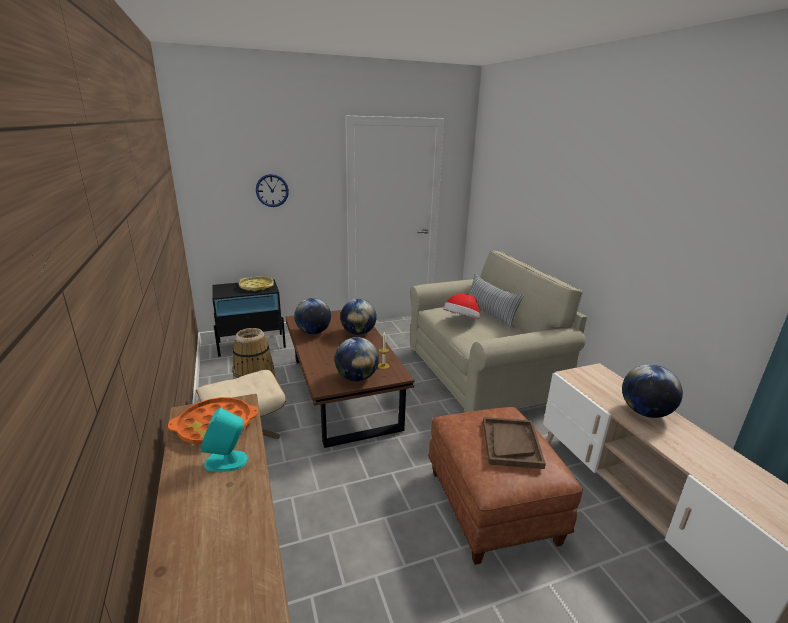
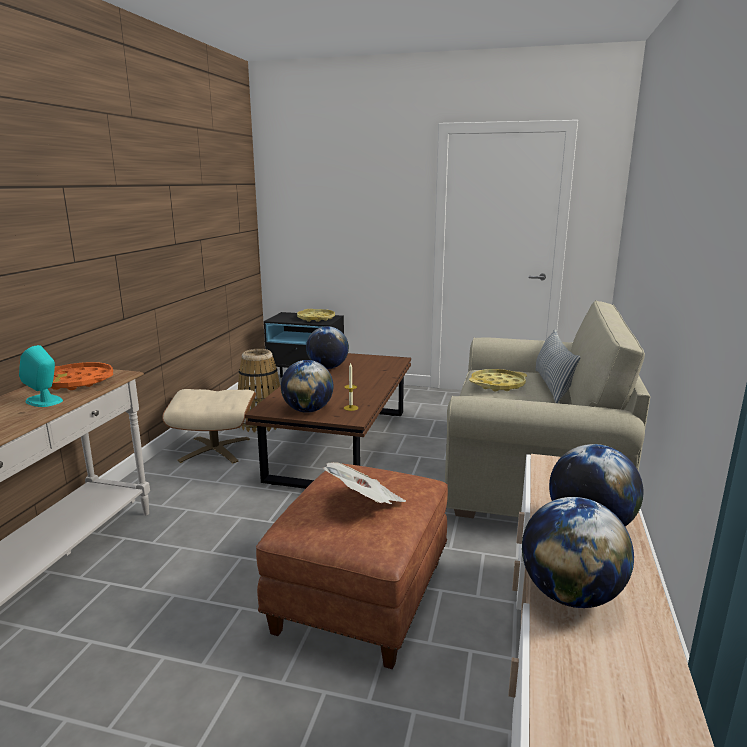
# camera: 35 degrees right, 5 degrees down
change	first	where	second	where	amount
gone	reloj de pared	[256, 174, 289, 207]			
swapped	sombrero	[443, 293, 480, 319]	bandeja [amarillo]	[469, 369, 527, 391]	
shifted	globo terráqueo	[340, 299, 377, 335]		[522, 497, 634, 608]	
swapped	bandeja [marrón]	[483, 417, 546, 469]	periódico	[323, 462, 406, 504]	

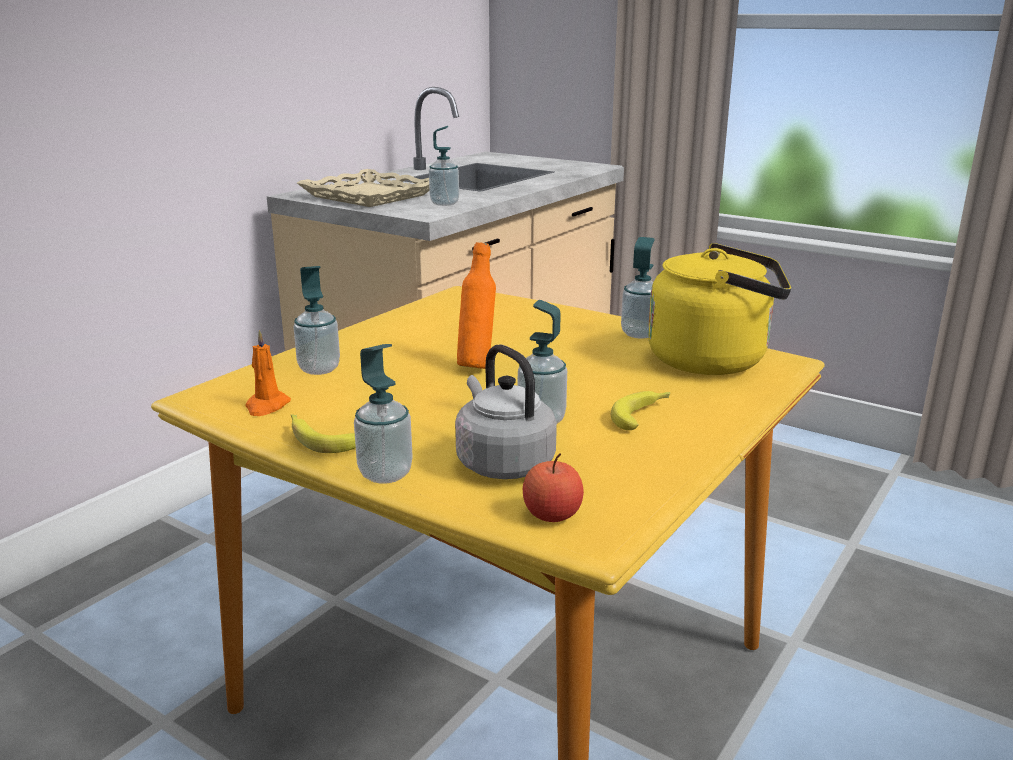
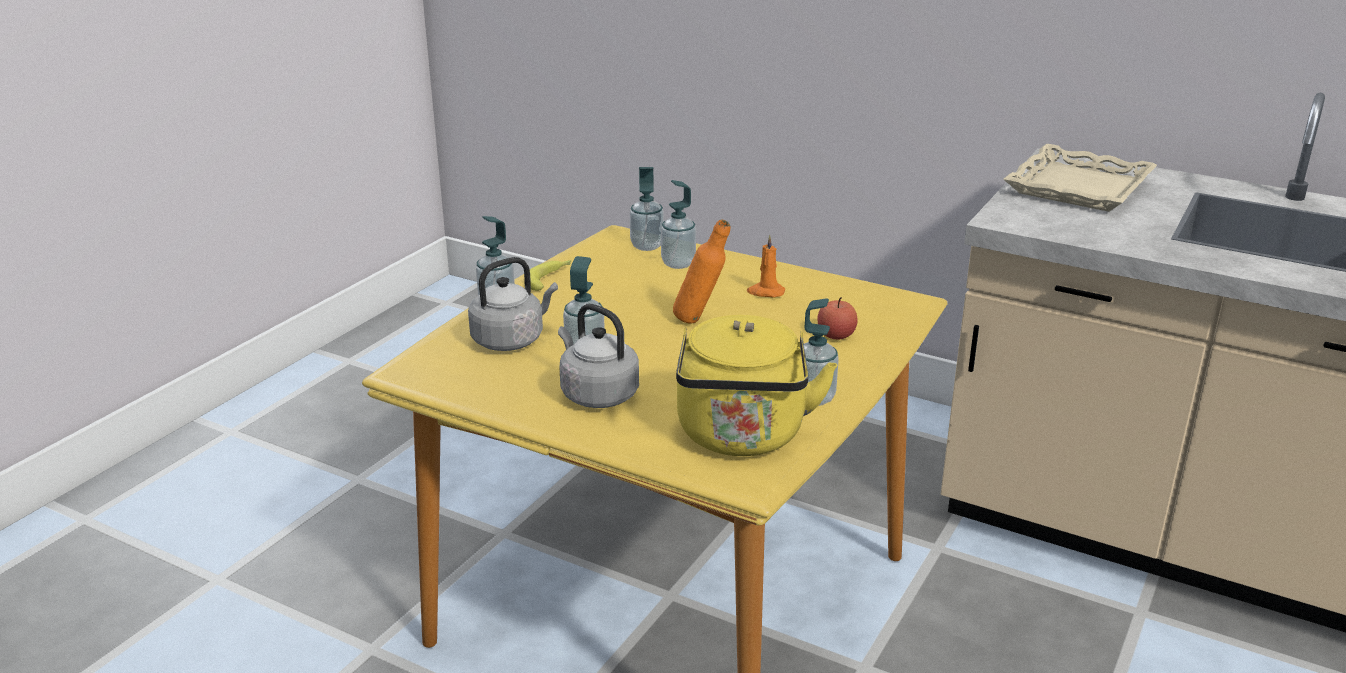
# camera: 85 degrees right, 5 degrees up
change	first	where	second	where	amount
shifted	dispensador de jabón	[429, 126, 459, 206]		[630, 167, 664, 251]	
shifted	vela [naranja]	[245, 330, 291, 416]		[747, 235, 785, 298]	
swapped	plátano	[611, 391, 670, 430]	hervidor [gris]	[558, 304, 639, 408]	
shifted	manzana	[523, 453, 584, 522]		[817, 297, 858, 340]	

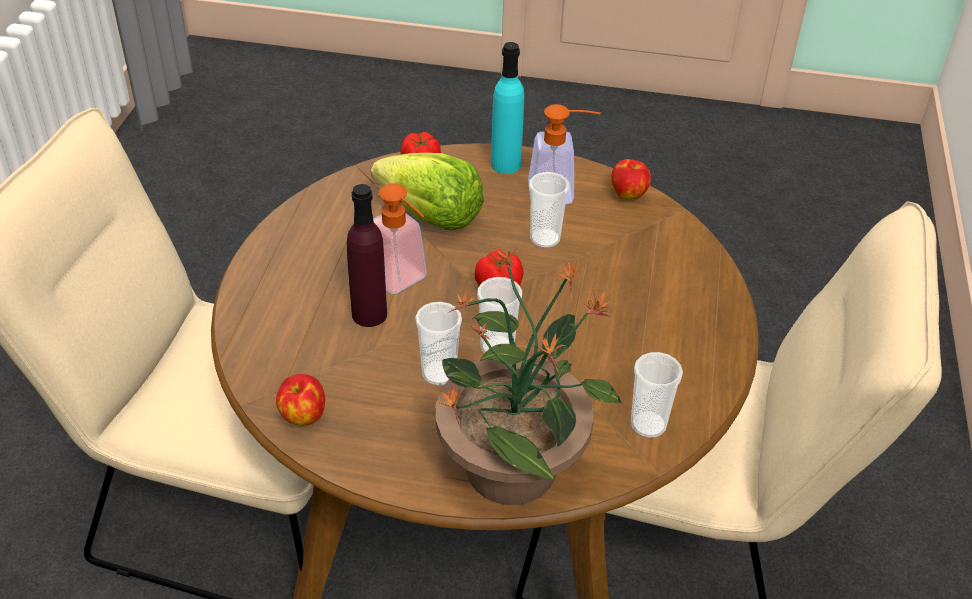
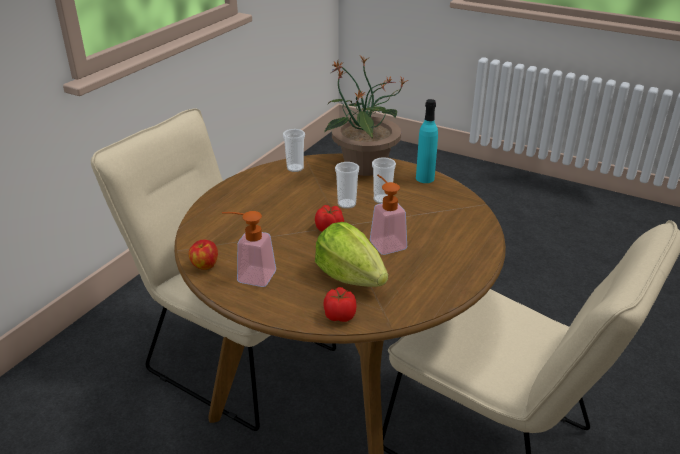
# camera: 160 degrees left, 10 degrees down
change	first	where	second	where	amount
shifted	botella [turquesa]	[491, 42, 524, 174]		[416, 99, 438, 183]	
gone	taza	[529, 172, 569, 248]			
gone	botella [morado]	[347, 184, 387, 327]			
gone	manzana	[276, 374, 325, 426]			

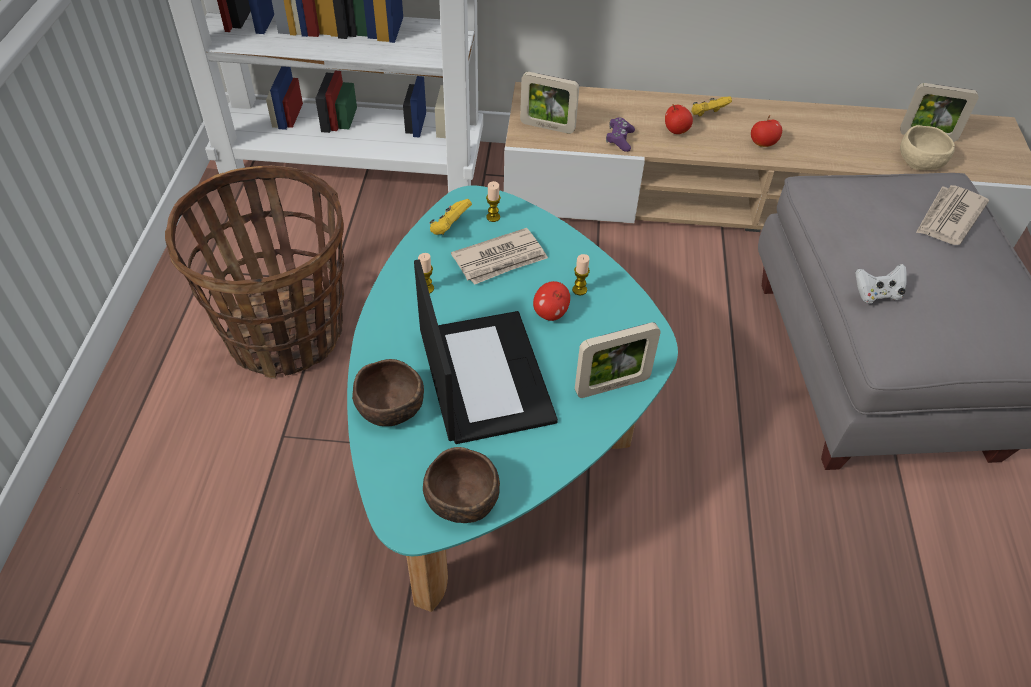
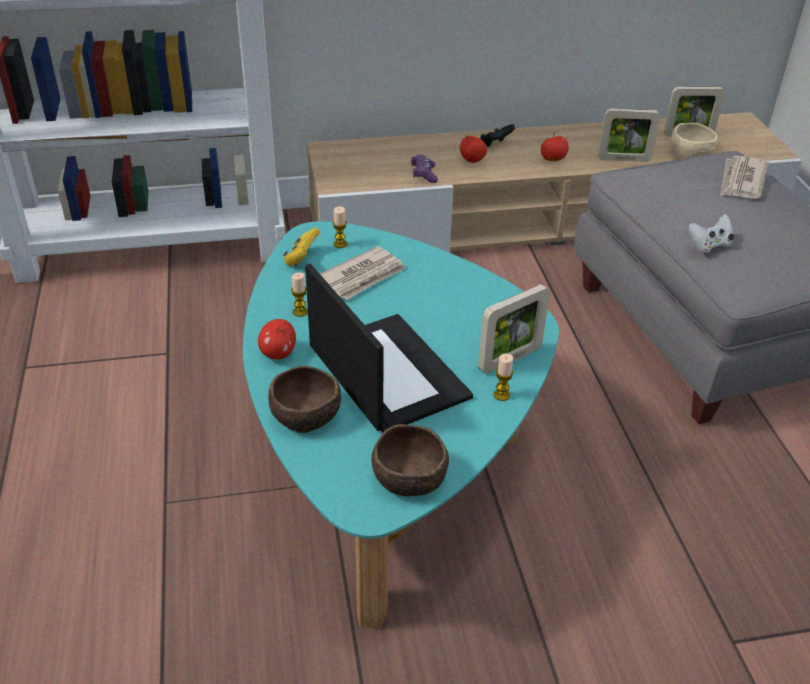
# camera: 15 degrees left, 10 degrees down
change	first	where	second	where	amount
shifted	portarretratos	[520, 72, 579, 134]		[598, 108, 660, 162]	
repainted	mando de consola [amarillo]	[691, 96, 732, 117]	mando de consola [negro]	[480, 124, 515, 147]	
gone	cesta	[165, 166, 344, 379]			
shifted	vela	[572, 254, 590, 295]		[494, 353, 513, 401]	
shifted	manzana	[533, 281, 570, 321]		[258, 319, 296, 360]	

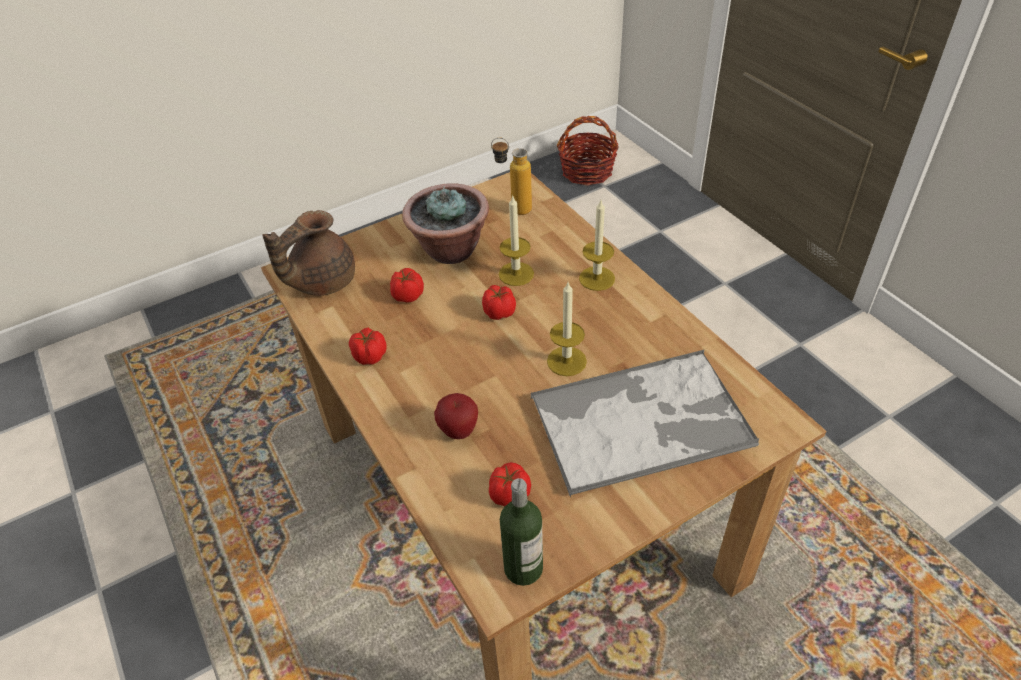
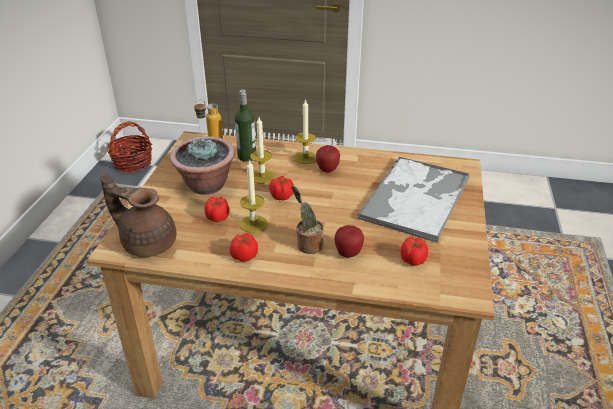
# camera: 50 degrees left, 10 degrees down
change	first	where	second	where	amount
rotated	tetera [marrón]	[262, 210, 355, 296]		[100, 174, 176, 257]	120 degrees clockwise
shifted	vela	[547, 282, 587, 376]		[240, 159, 268, 233]	
shifted	botella	[500, 478, 543, 586]		[235, 90, 256, 162]	
new			manzana	[316, 145, 340, 173]	
new			planta en maceta	[292, 186, 324, 254]	

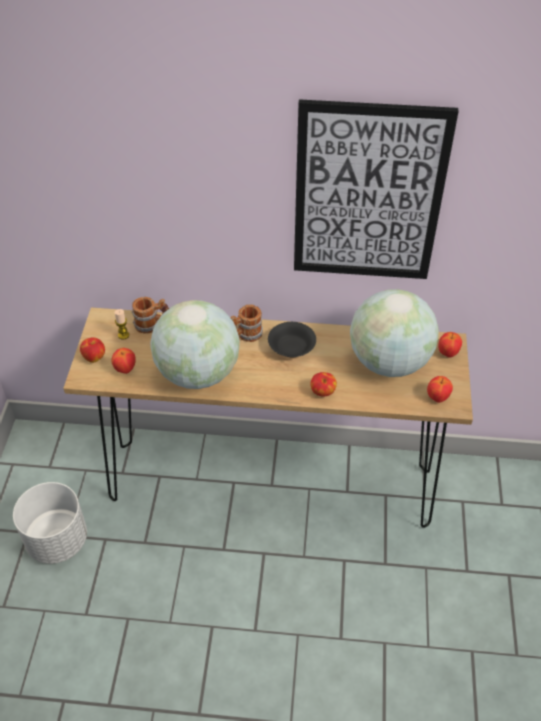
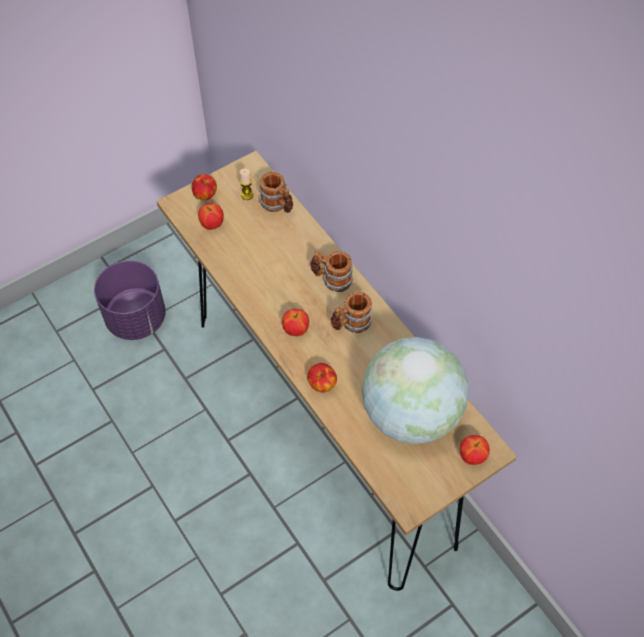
# camera: 50 degrees right, 10 degrees up
change	first	where	second	where	amount
gone	cuadro	[294, 99, 459, 279]			
gone	globo terráqueo	[150, 300, 240, 389]			
swapped	cuenco [negro]	[268, 322, 316, 357]	taza grande	[331, 291, 372, 333]	
shifted	manzana	[427, 376, 453, 403]		[282, 309, 309, 336]	
repainted	maceta [blanco]	[13, 482, 87, 564]	maceta [morado]	[94, 260, 166, 340]	

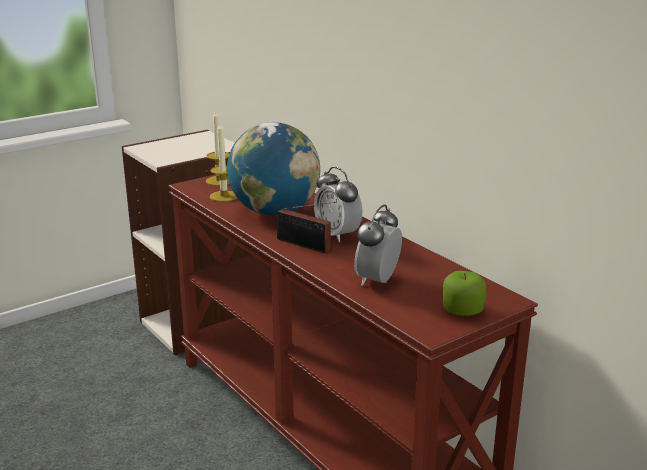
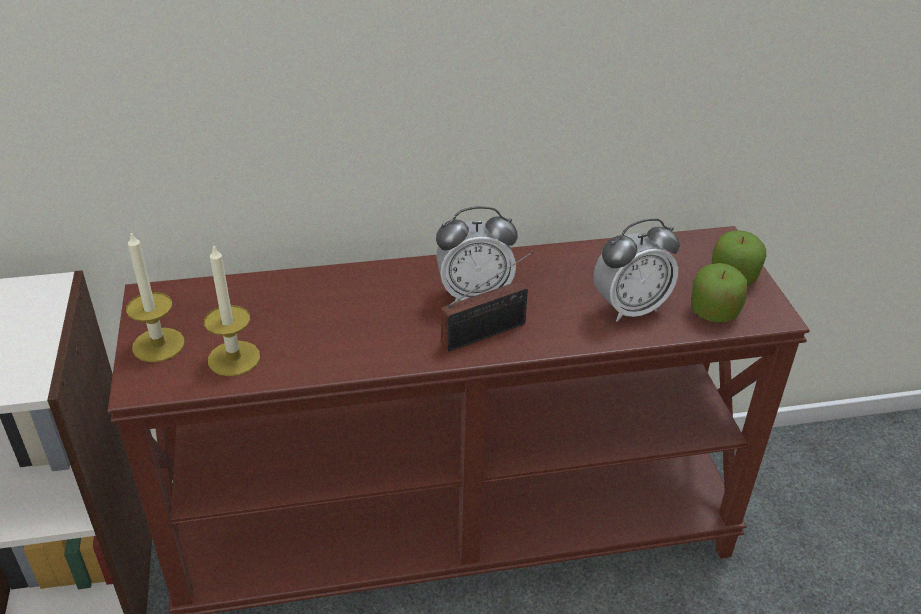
# camera: 65 degrees left, 15 degrees up
change	first	where	second	where	amount
gone	globo terráqueo	[227, 122, 320, 216]			
rotated	despertador	[354, 204, 402, 286]		[593, 218, 680, 322]	75 degrees counterclockwise
new			manzana	[691, 263, 748, 322]	

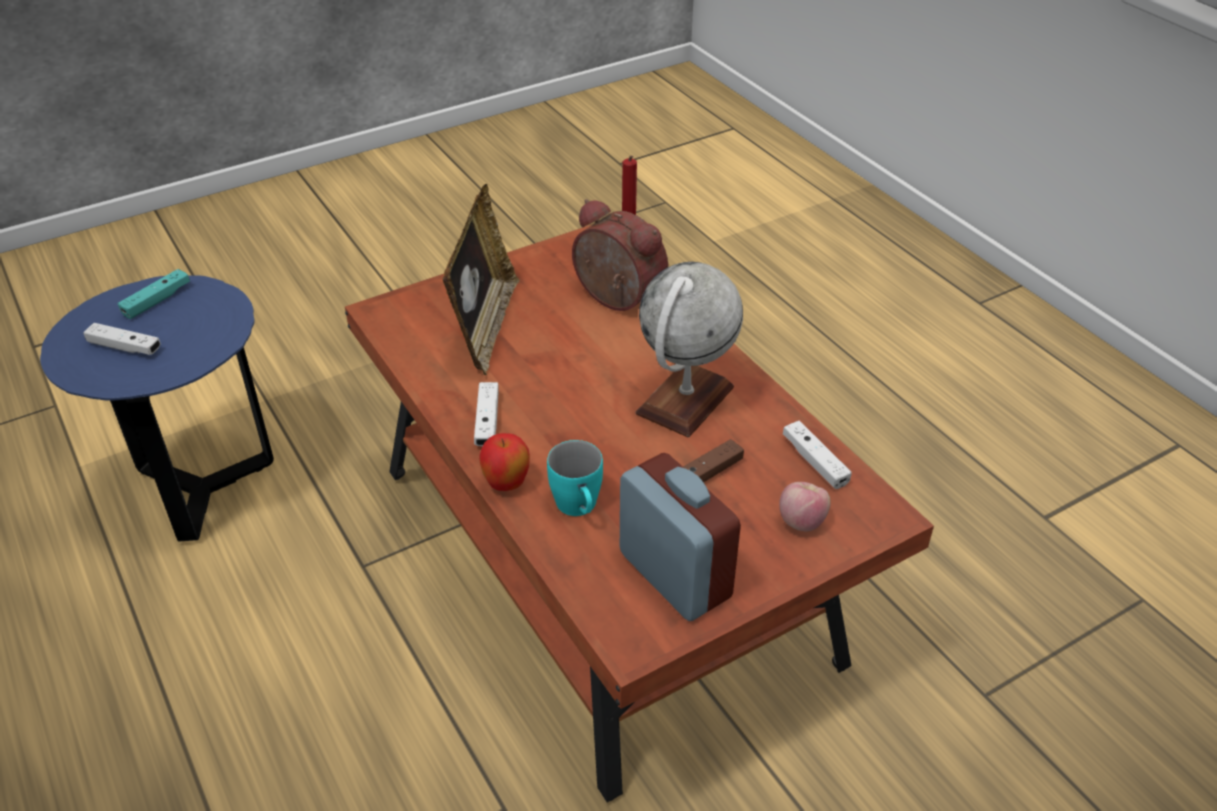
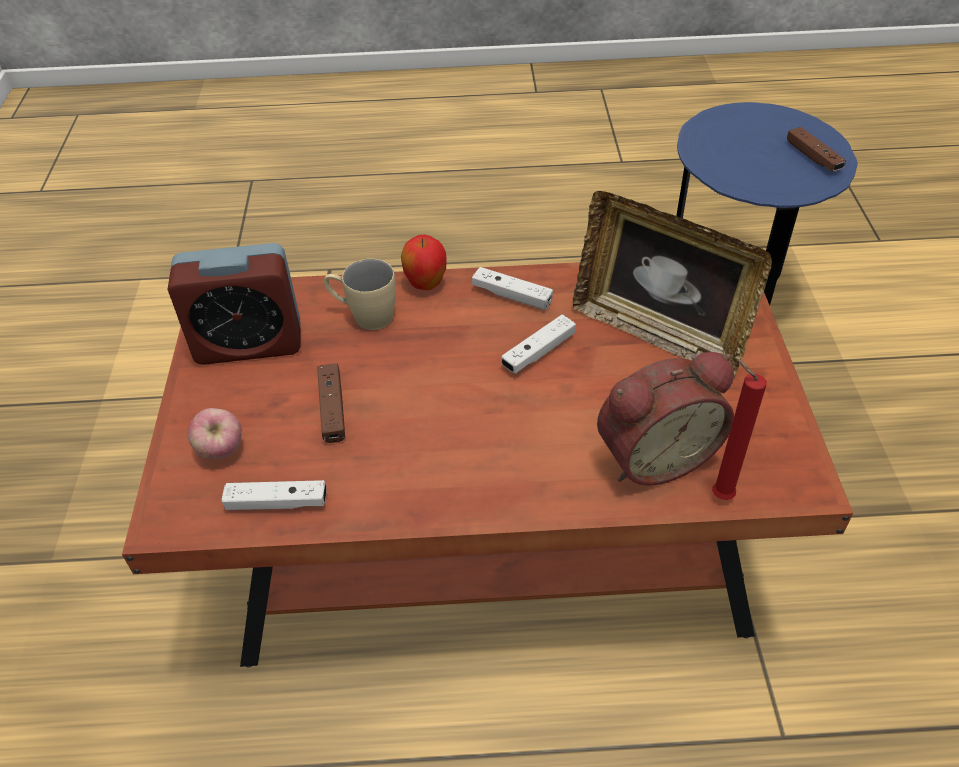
# camera: 120 degrees right, 5 degrees up
change	first	where	second	where	amount
gone	globo terráqueo	[636, 262, 743, 437]			
repainted	mando de consola [turquesa]	[118, 269, 190, 319]	mando de consola [marrón]	[787, 127, 846, 172]	
shifted	mando de consola [blanco]	[83, 323, 161, 355]		[501, 315, 576, 373]	
repainted	taza grande [turquesa]	[547, 440, 603, 516]	taza grande [beis]	[324, 259, 396, 330]	

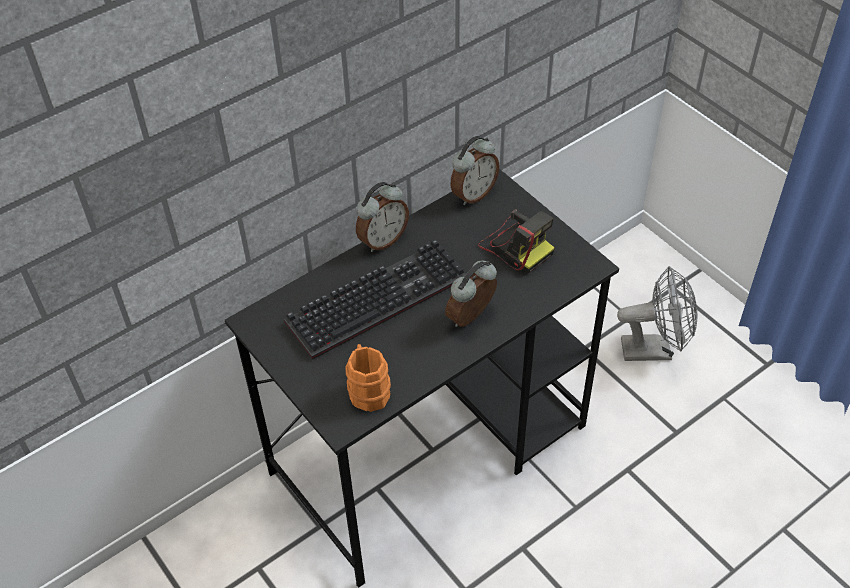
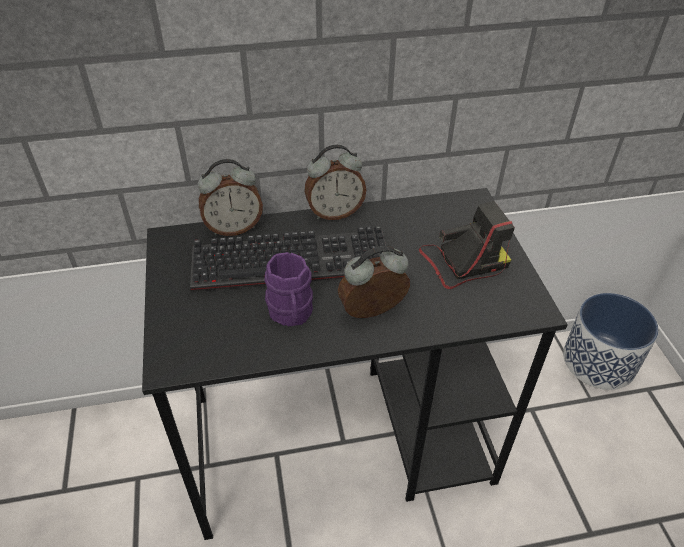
# camera: 25 degrees right, 5 degrees down
change	first	where	second	where	amount
shifted	despertador	[450, 136, 499, 206]		[198, 159, 263, 236]	
rotated	cámara	[478, 209, 555, 274]		[419, 201, 515, 289]	90 degrees counterclockwise
gone	ventilador [gris]	[617, 266, 697, 361]			
gone	taza grande [naranja]	[345, 344, 391, 412]			
new			taza grande [morado]	[264, 252, 313, 327]	
new			maceta	[563, 293, 659, 390]	

